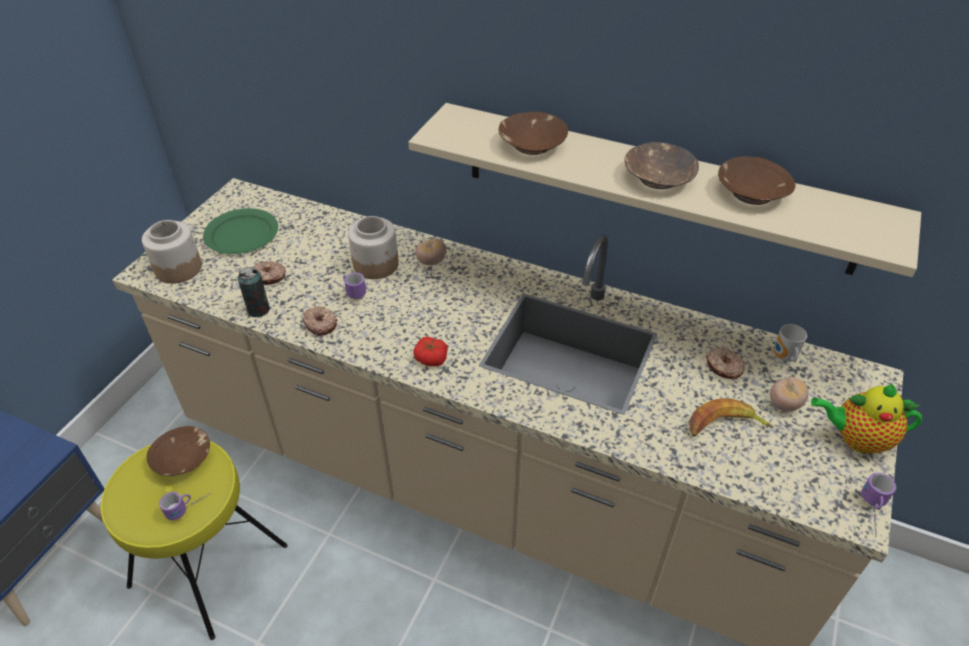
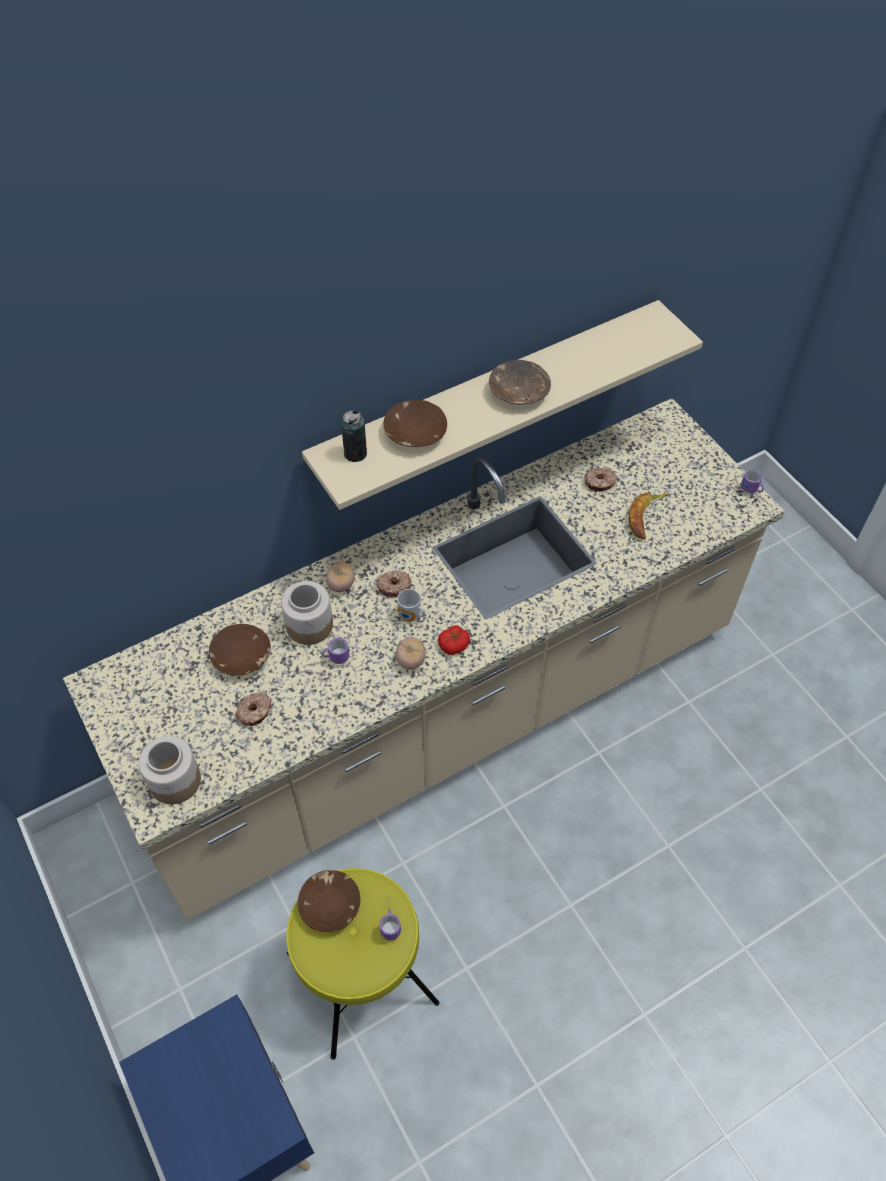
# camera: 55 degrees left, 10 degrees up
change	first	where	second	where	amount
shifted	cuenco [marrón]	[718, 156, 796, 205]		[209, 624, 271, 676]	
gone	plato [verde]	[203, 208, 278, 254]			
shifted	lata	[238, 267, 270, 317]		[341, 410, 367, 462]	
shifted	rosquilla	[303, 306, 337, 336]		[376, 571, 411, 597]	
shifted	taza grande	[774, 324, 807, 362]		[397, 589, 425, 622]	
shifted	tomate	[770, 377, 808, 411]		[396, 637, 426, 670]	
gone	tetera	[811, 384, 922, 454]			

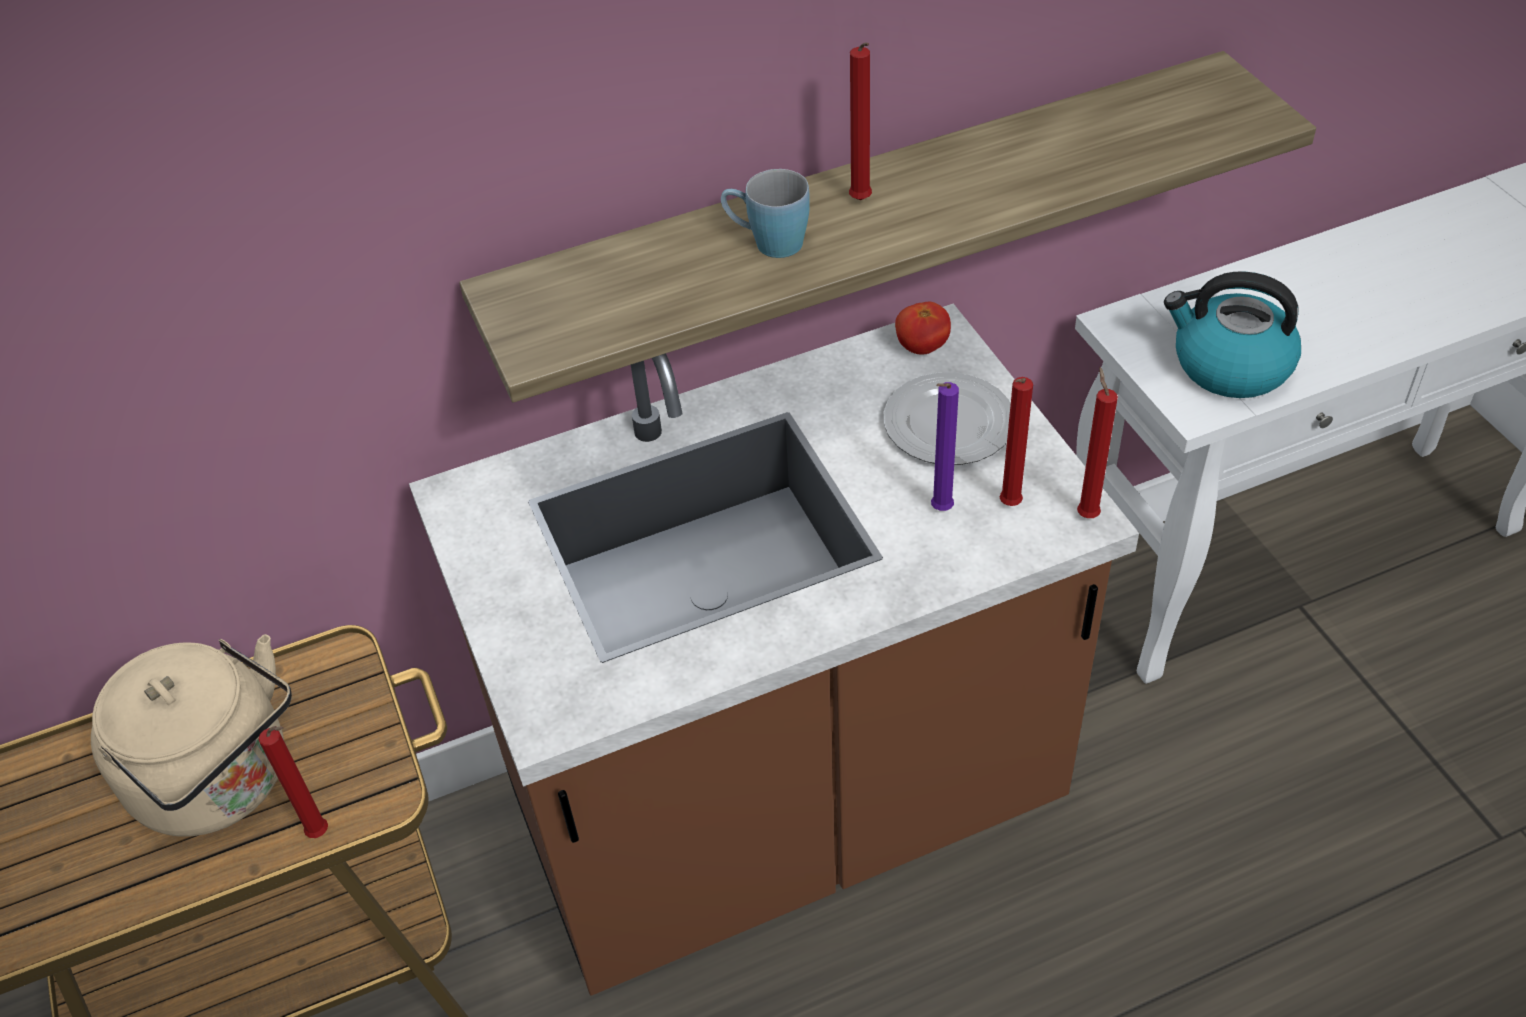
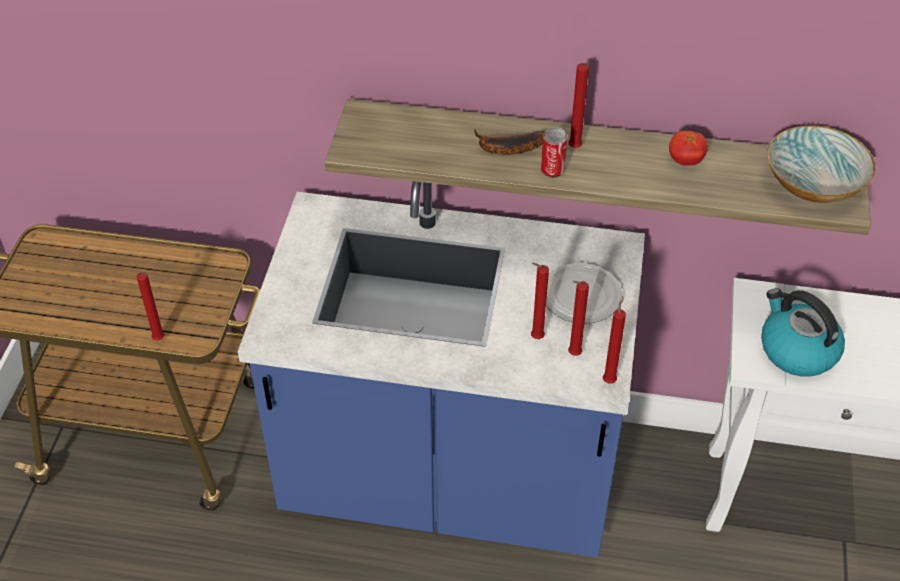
# camera: 30 degrees right, 0 degrees up
change	first	where	second	where	amount
swapped	taza grande [azul]	[721, 169, 810, 258]	plátano	[474, 129, 546, 155]	
shifted	tomate	[895, 302, 951, 355]		[669, 131, 708, 166]	
repainted	mueble bajo de cocina [marrón]	[409, 304, 1139, 996]	mueble bajo de cocina [azul]	[238, 181, 645, 557]	
repainted	vela [morado]	[931, 382, 959, 511]	vela [rojo]	[531, 263, 549, 339]	
gone	hervidor [beis]	[91, 634, 292, 837]			
new			cuenco	[767, 125, 875, 203]	
new			lata	[541, 127, 568, 178]	

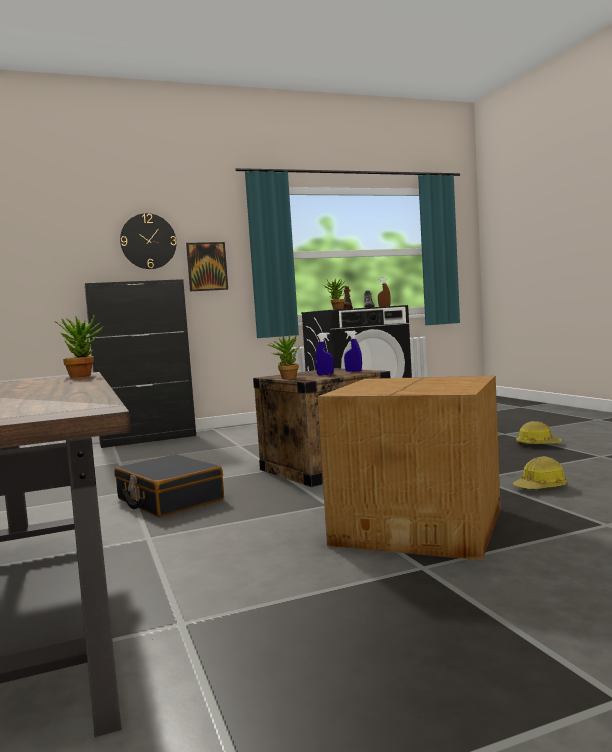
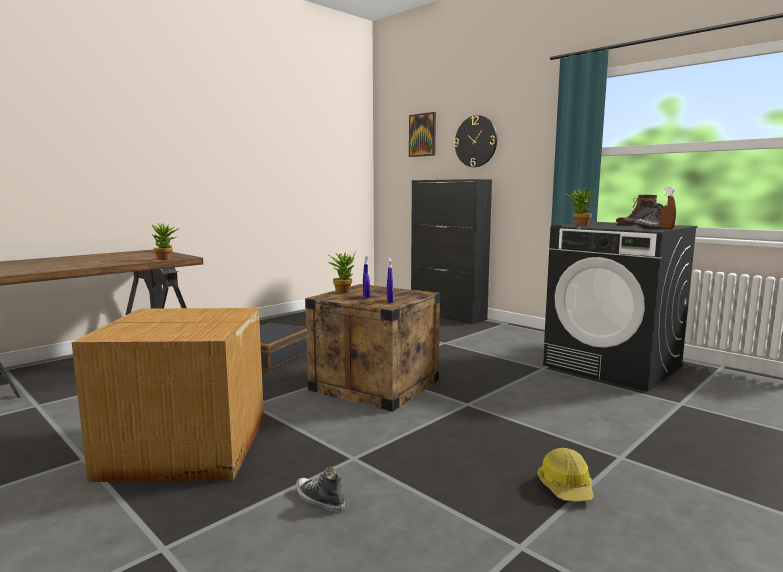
# camera: 65 degrees right, 5 degrees up
change	first	where	second	where	amount
shifted	cuadro	[186, 242, 228, 291]		[409, 112, 436, 157]	
swapped	casco	[513, 456, 567, 489]	zapato	[296, 466, 345, 512]	

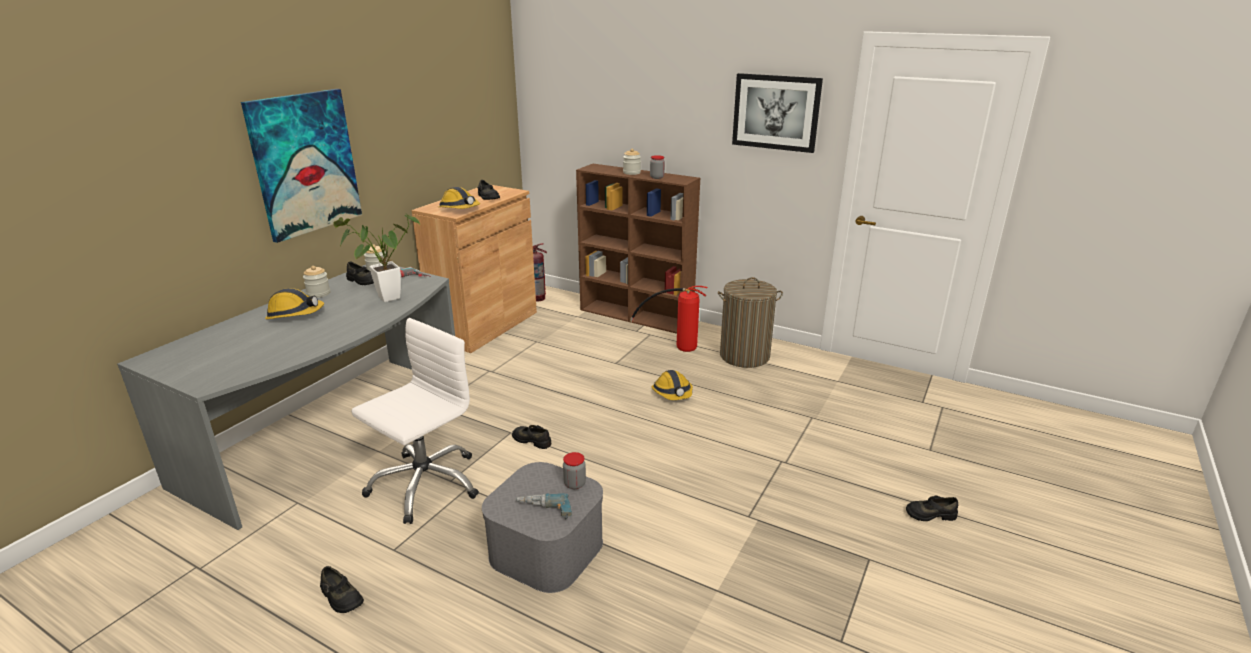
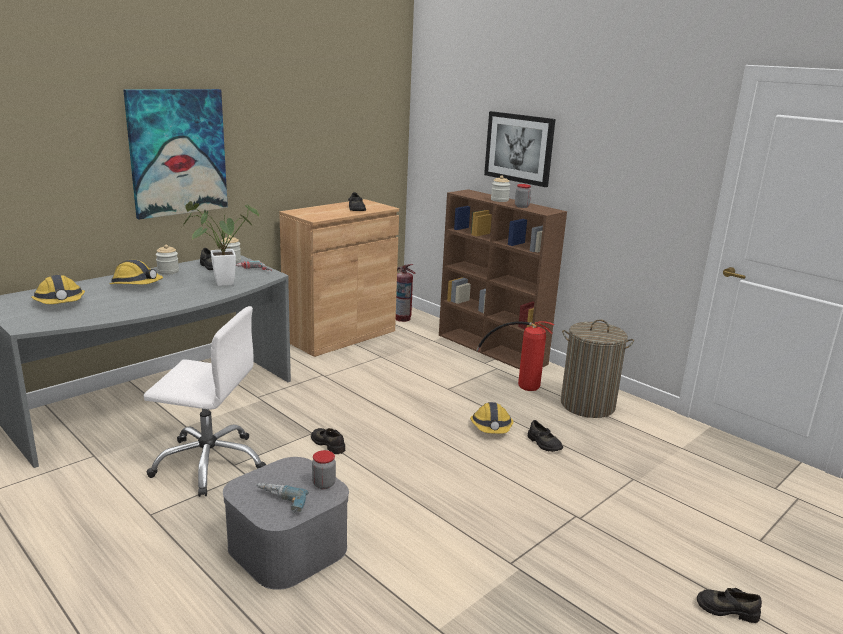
# camera: 15 degrees right, 5 degrees down
change	first	where	second	where	amount
shifted	cuadro	[732, 73, 823, 153]		[484, 111, 555, 187]	
shifted	casco	[439, 187, 480, 209]		[31, 275, 85, 304]	
rotated	silla de oficina [blanco]	[351, 318, 479, 524]		[144, 306, 266, 497]	45 degrees clockwise
shifted	zapato [negro]	[320, 566, 364, 613]		[527, 420, 563, 452]	

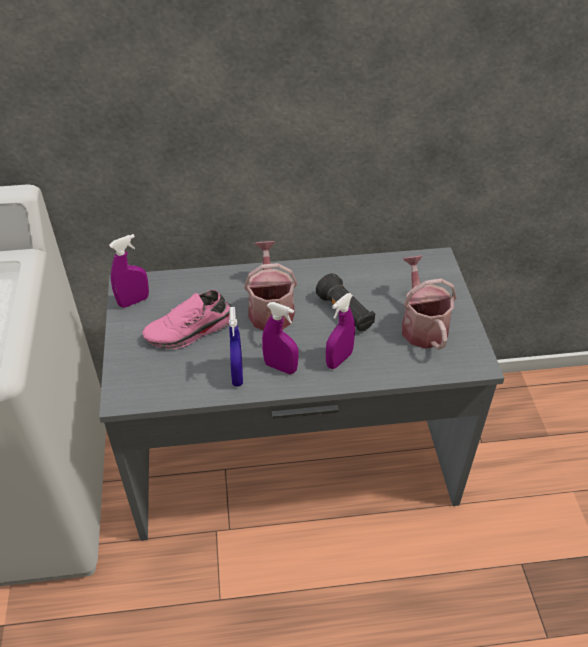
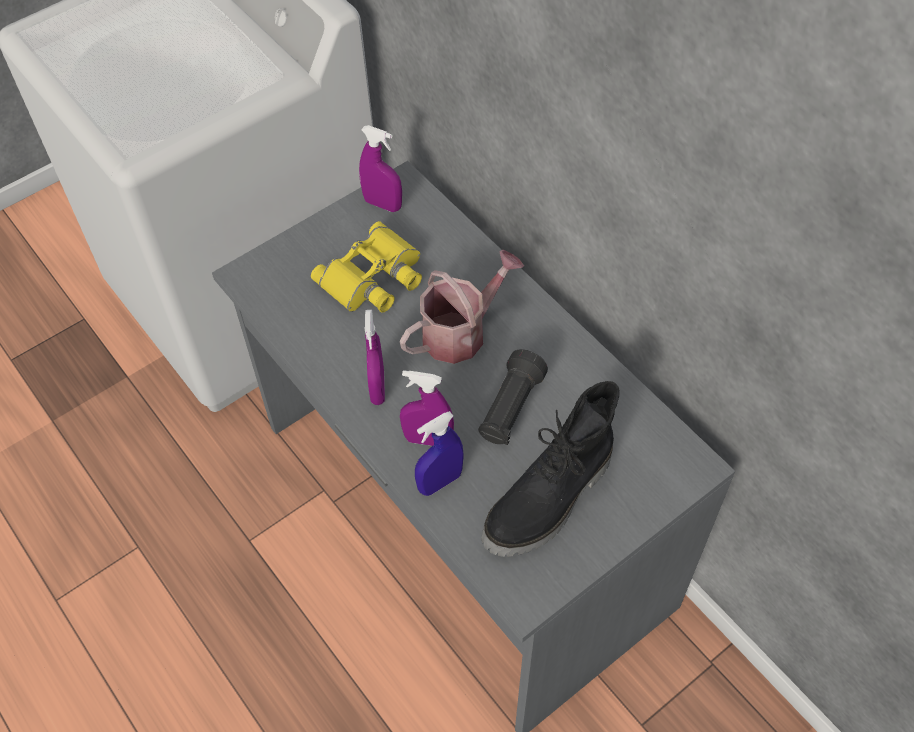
# camera: 60 degrees right, 10 degrees up
change	first	where	second	where	amount
swapped	regadera	[402, 255, 456, 350]	bota [negro]	[481, 381, 620, 557]	
swapped	zapato [rosa]	[142, 290, 231, 349]	prismáticos [amarillo]	[311, 221, 422, 313]	
shifted	pulverizador [azul]	[229, 307, 243, 387]		[415, 411, 464, 496]	

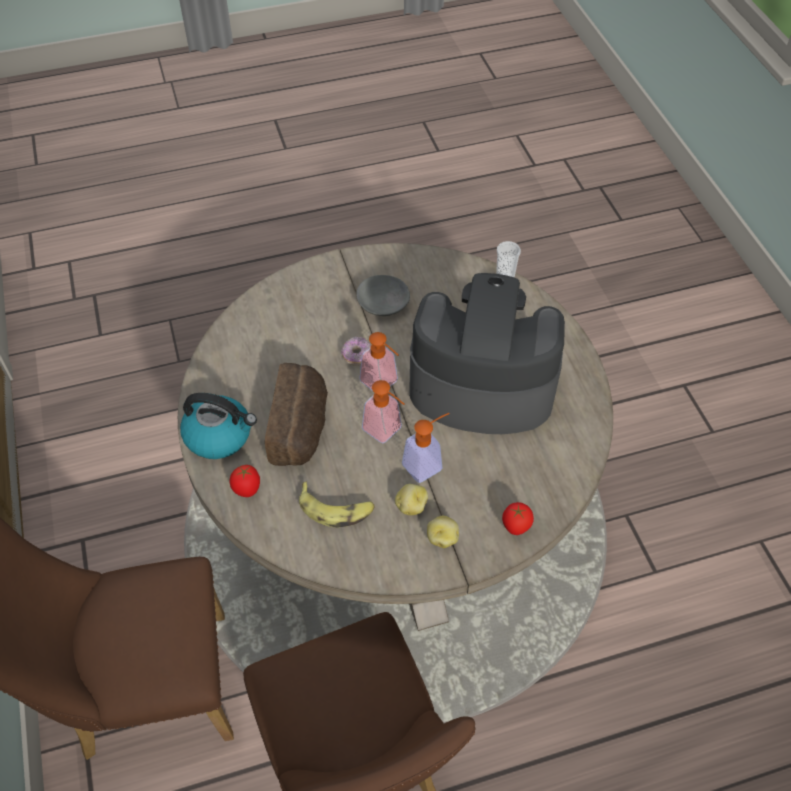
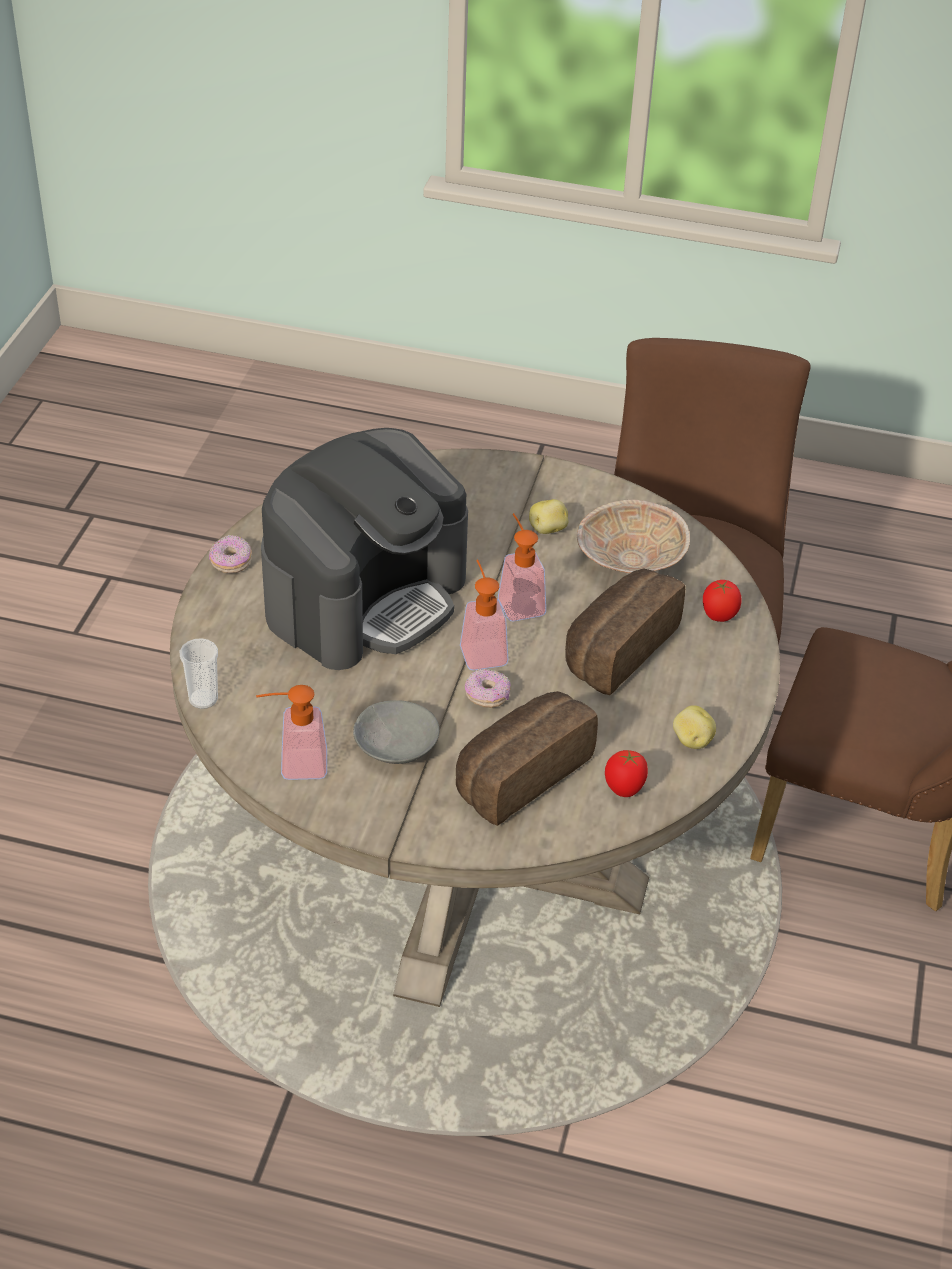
# camera: 150 degrees left, 10 degrees down
change	first	where	second	where	amount
rotated	cafetera	[409, 273, 565, 434]		[261, 428, 468, 670]	90 degrees counterclockwise
gone	hervidor	[180, 393, 257, 459]			
shifted	dispensador de jabón	[402, 413, 450, 483]		[256, 685, 327, 780]	
swapped	plátano	[299, 481, 375, 528]	cuenco [beis]	[577, 500, 690, 573]	
shifted	tomate	[502, 502, 534, 535]		[605, 750, 648, 797]	
shifted	patata	[427, 516, 459, 548]		[673, 705, 716, 749]	
new			rosquilla	[209, 535, 252, 573]	
new			pan	[456, 691, 598, 826]	

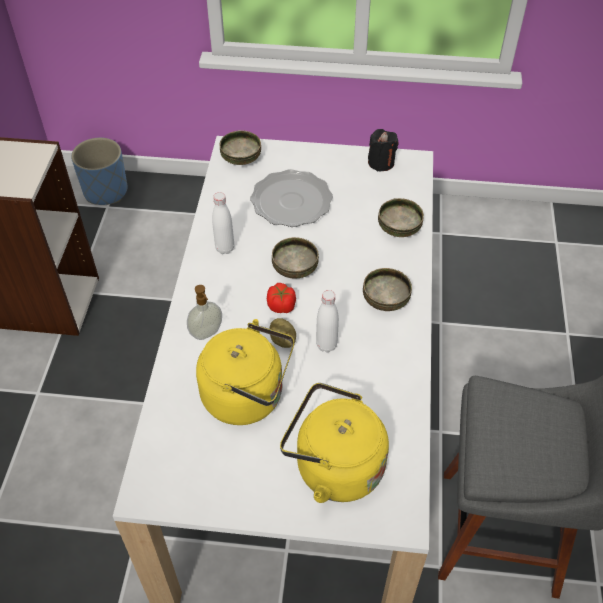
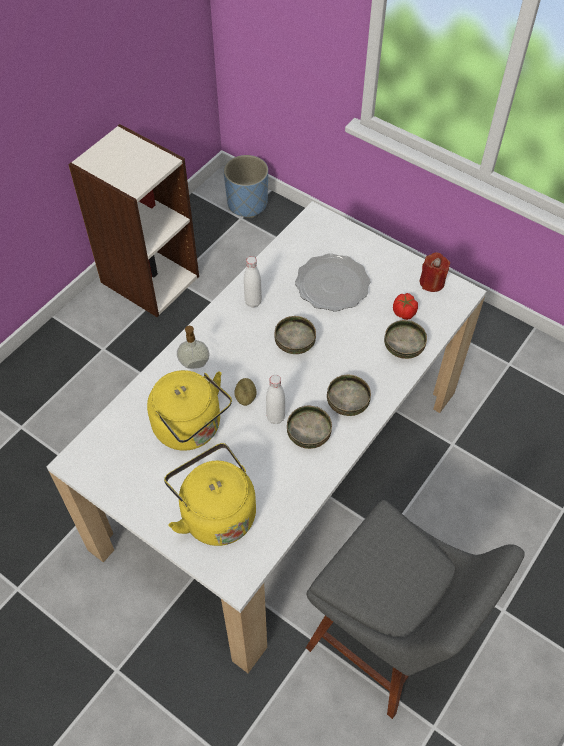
# camera: 30 degrees right, 5 degrees up
change	first	where	second	where	amount
repainted	vela [negro]	[368, 129, 398, 171]	vela [rojo]	[420, 252, 450, 292]	
shifted	cuenco	[220, 130, 261, 165]		[287, 406, 332, 449]	
shifted	tomate	[267, 283, 296, 313]		[393, 293, 418, 320]	

